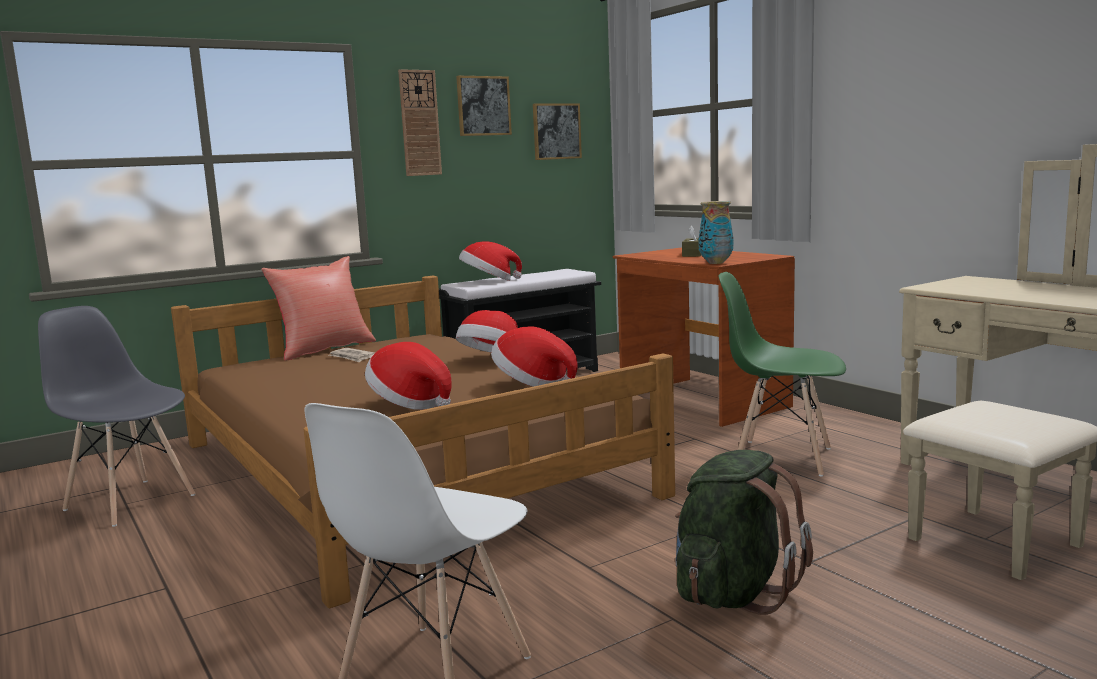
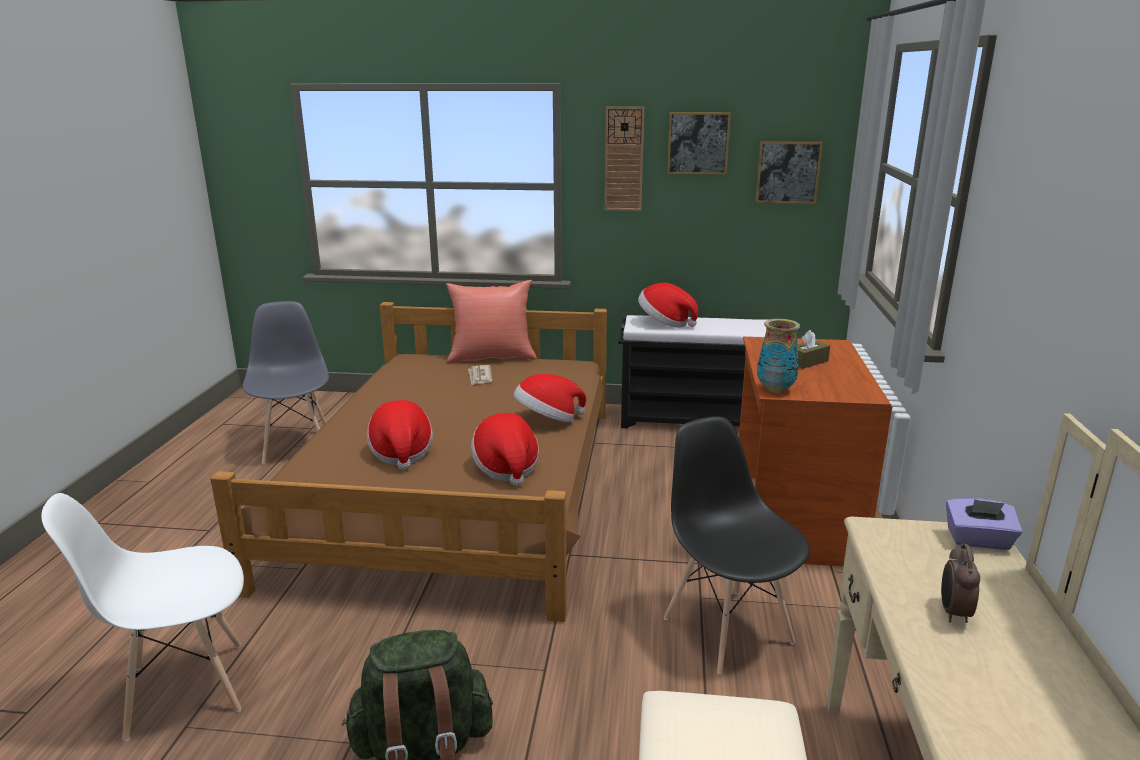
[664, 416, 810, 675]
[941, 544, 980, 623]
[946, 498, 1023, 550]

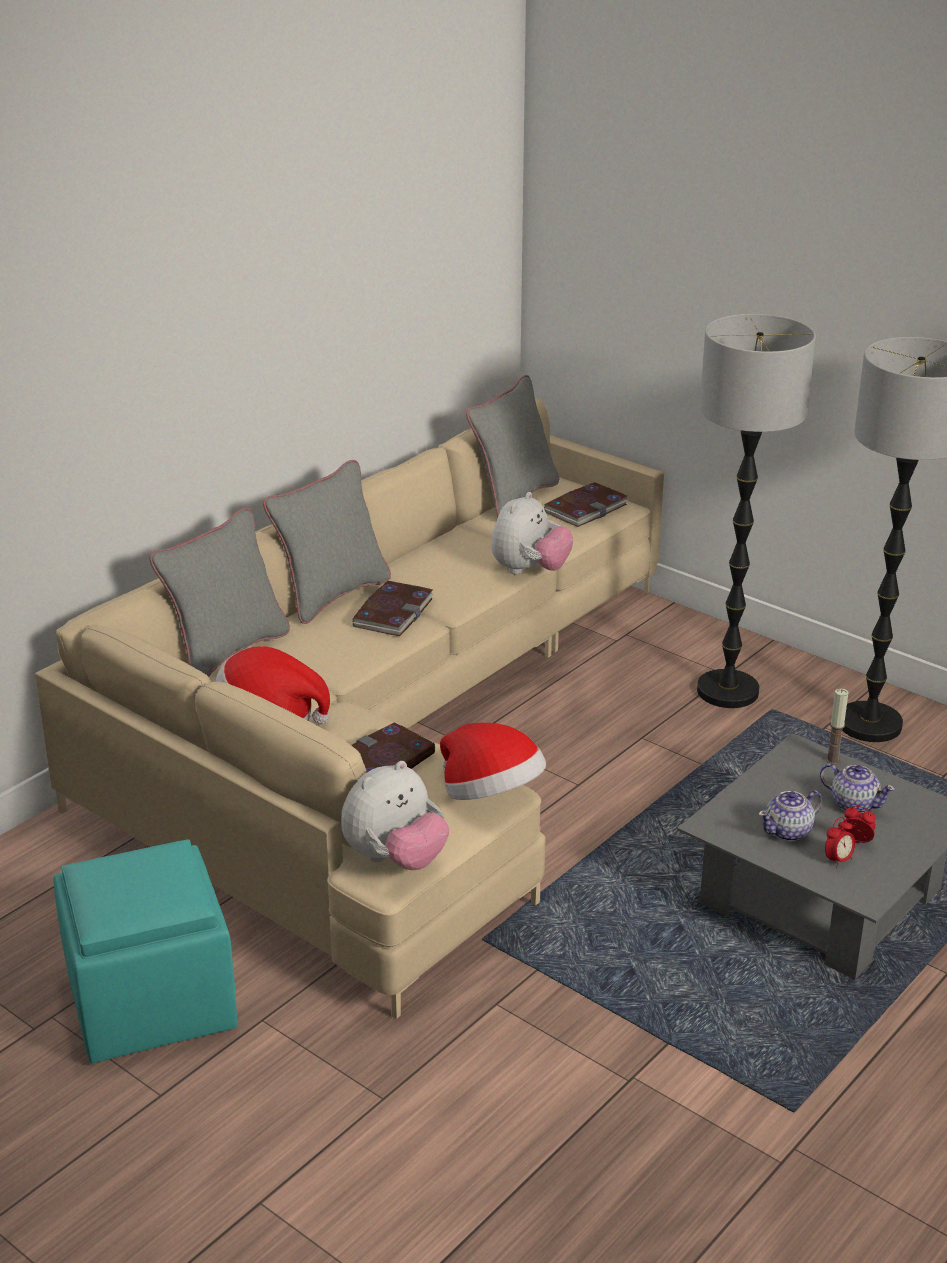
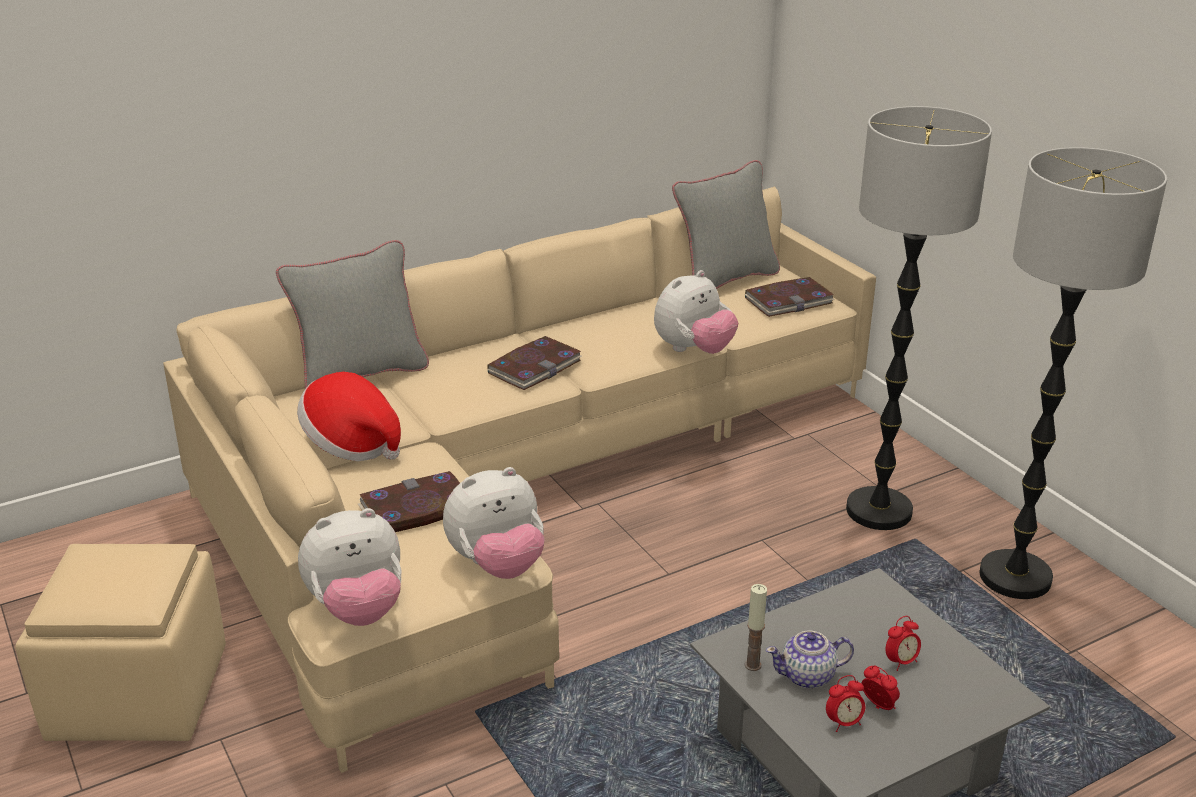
[15, 544, 226, 741]
[263, 460, 391, 624] (first image)
[443, 467, 545, 579]
[886, 616, 921, 671]
[745, 584, 767, 671]

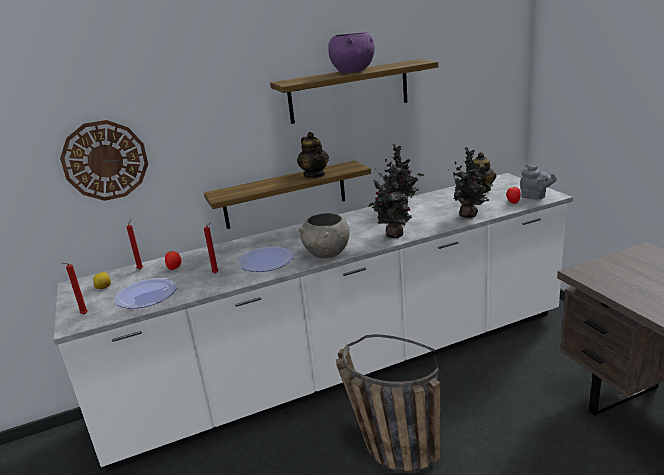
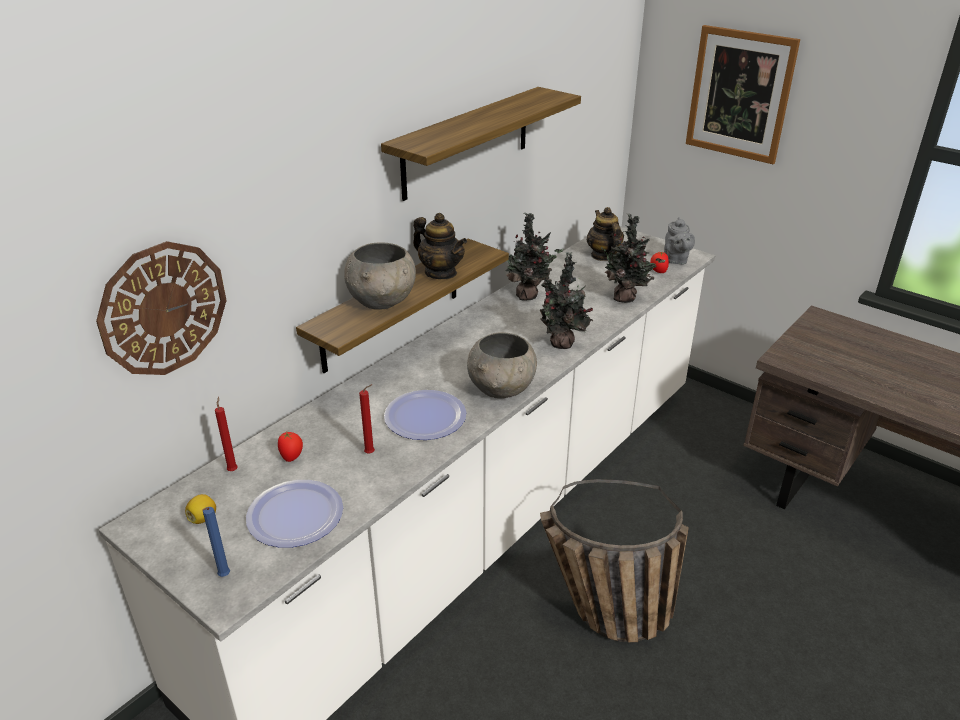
[202, 507, 230, 577]
[329, 32, 375, 73] (first image)
[664, 217, 695, 265]
[344, 243, 416, 310]
[686, 25, 800, 164]

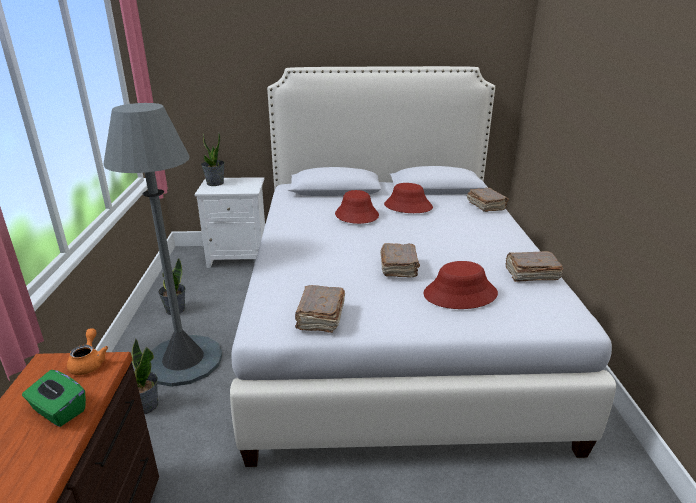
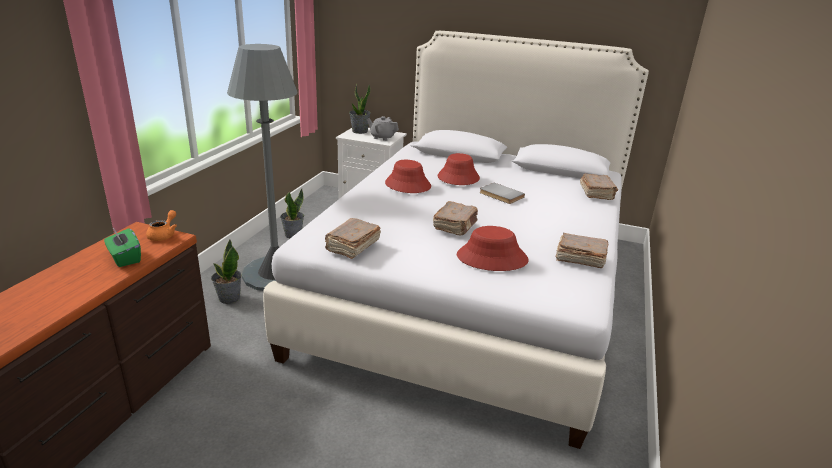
[385, 160, 431, 193]
[367, 116, 399, 141]
[479, 183, 525, 204]

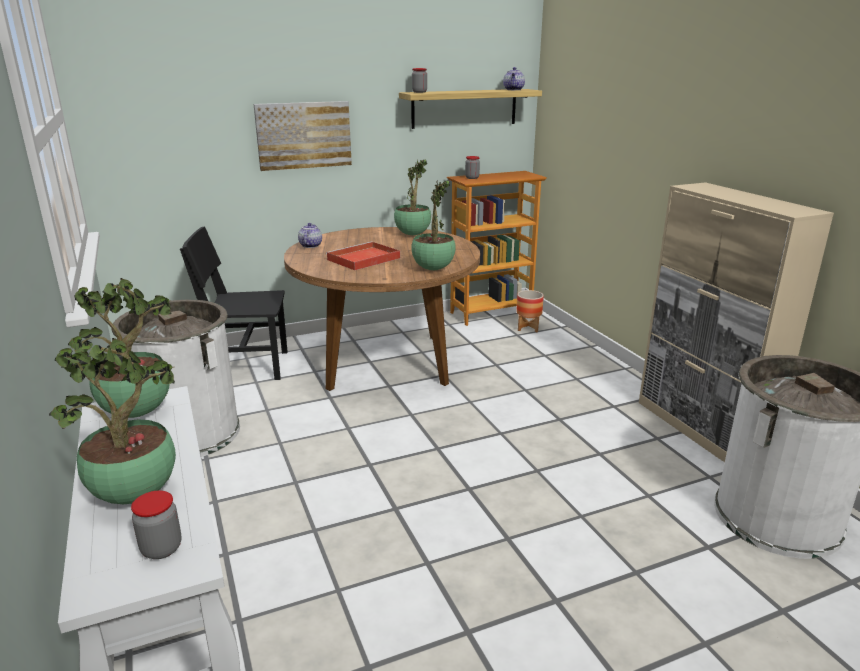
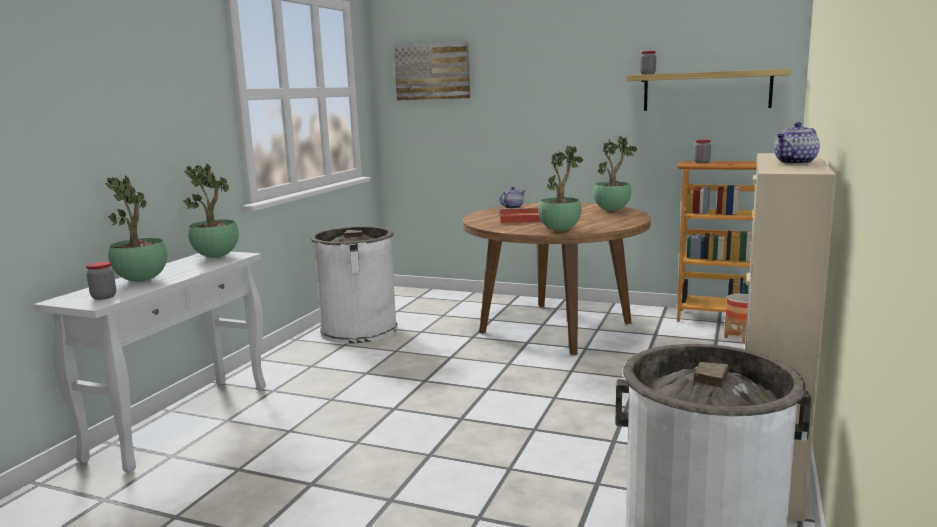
[180, 226, 288, 380] (first image)
[394, 42, 470, 100]
[775, 122, 820, 164]

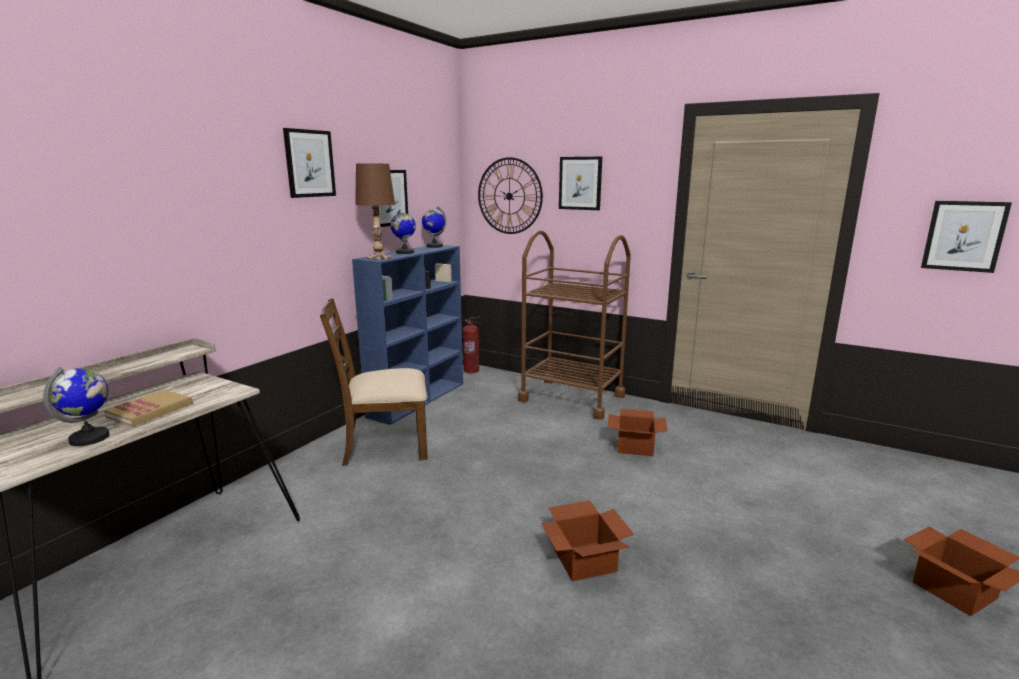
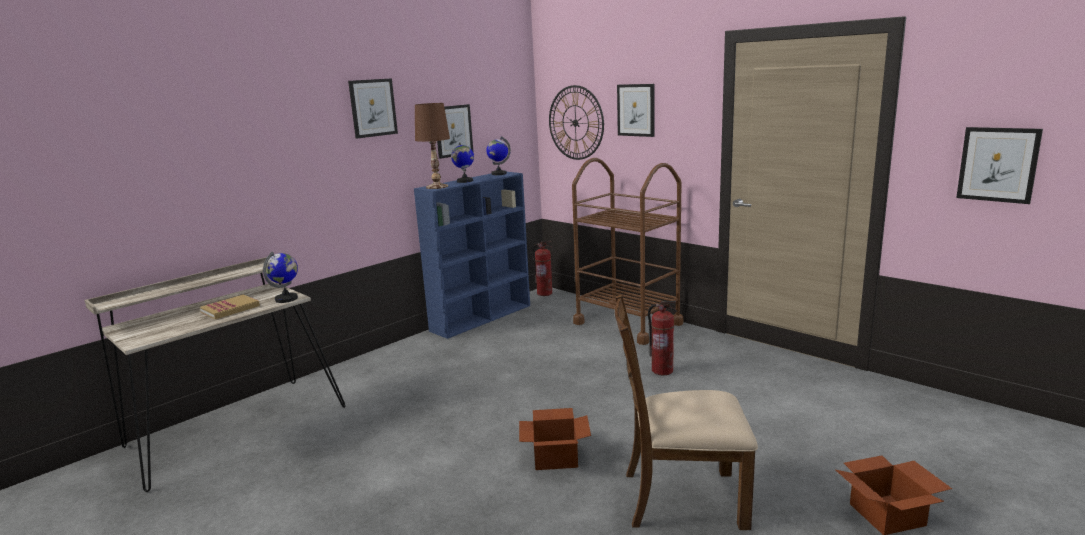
[263, 252, 298, 303]
[615, 294, 758, 530]
[648, 301, 677, 375]

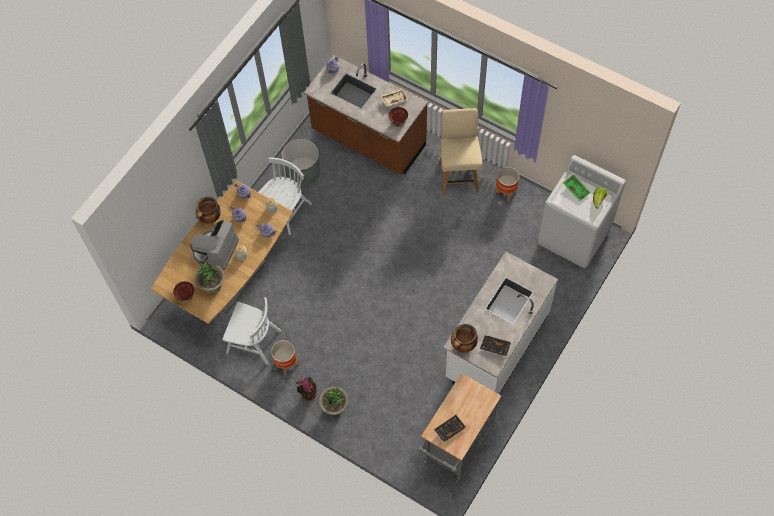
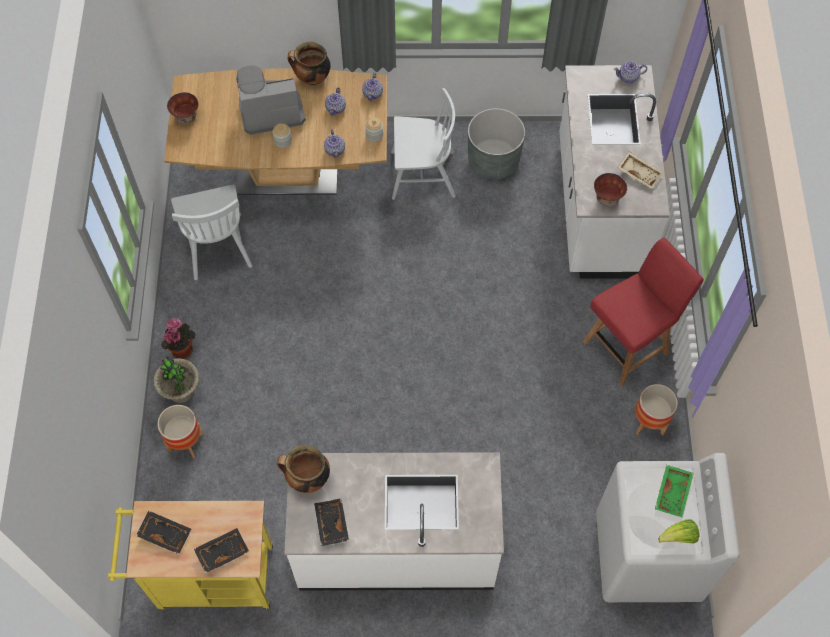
[195, 261, 225, 294] (first image)
[157, 405, 203, 458]
[559, 65, 670, 279]
[107, 501, 273, 609]
[583, 237, 704, 386]
[194, 528, 249, 573]

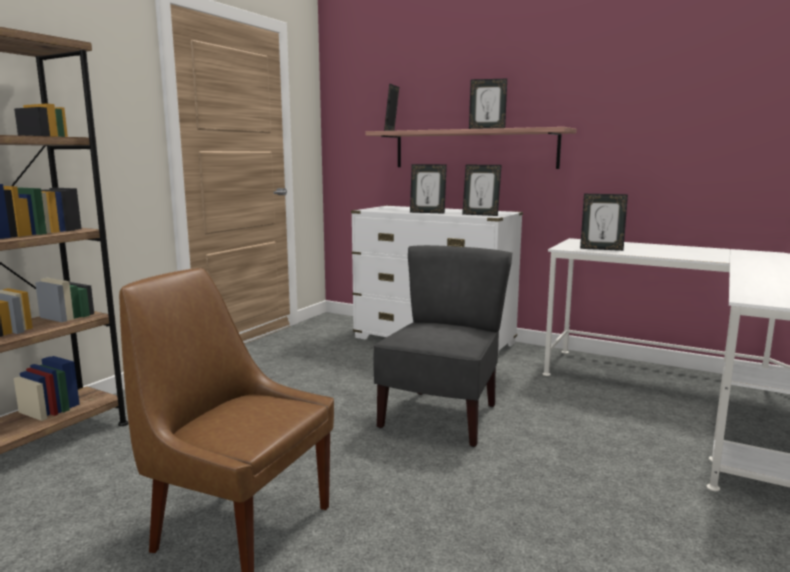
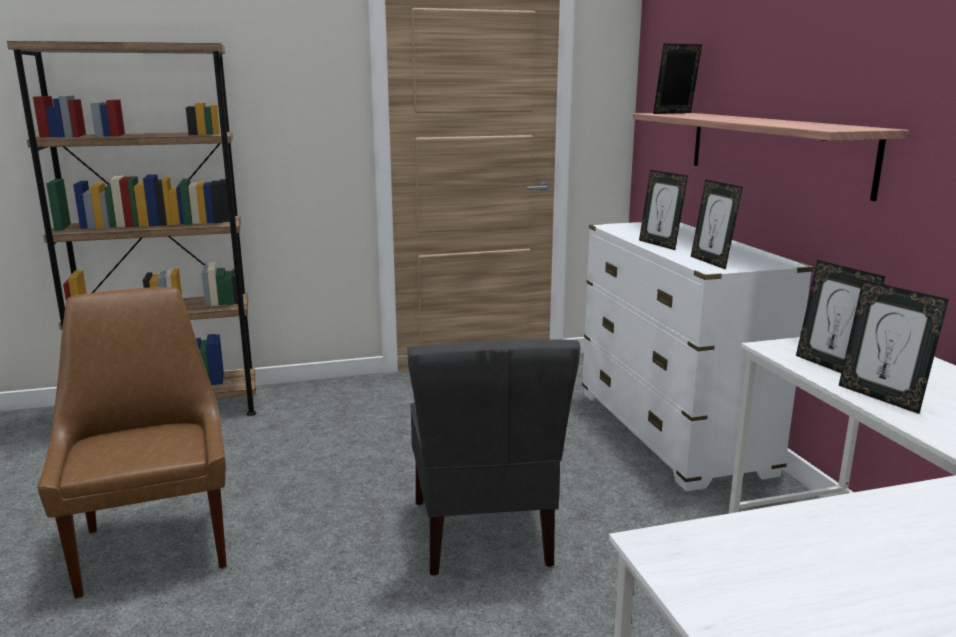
[407, 339, 580, 576]
[838, 280, 949, 414]

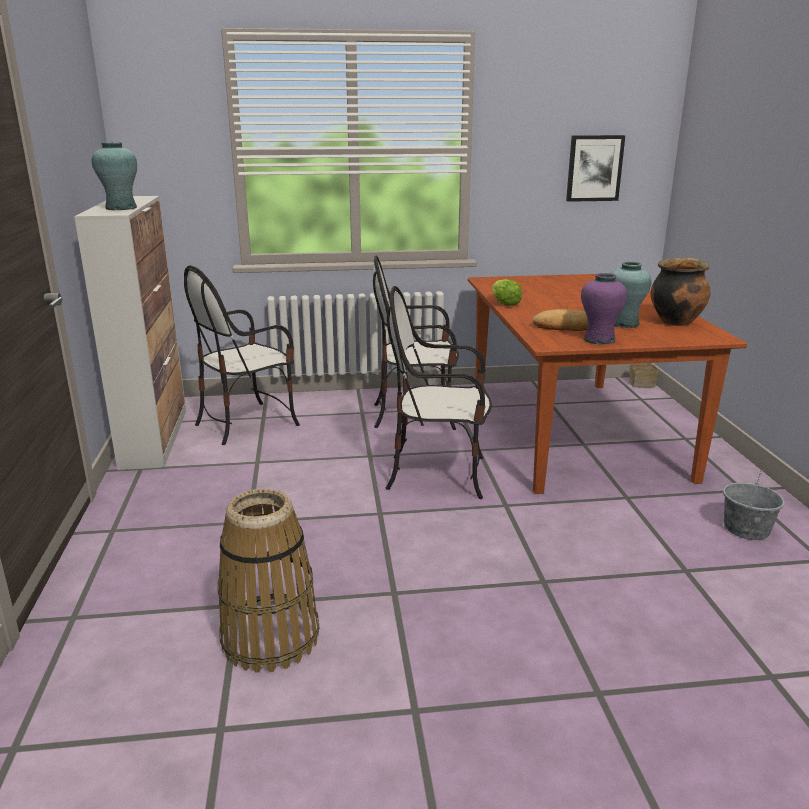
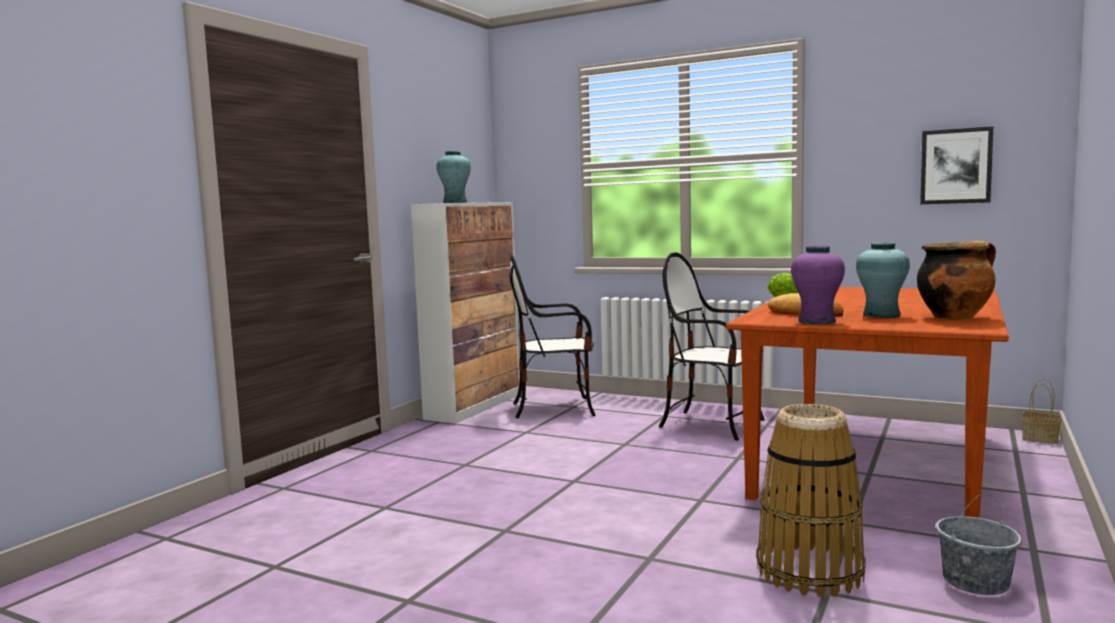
[756, 404, 865, 597]
[385, 286, 492, 499] (first image)

